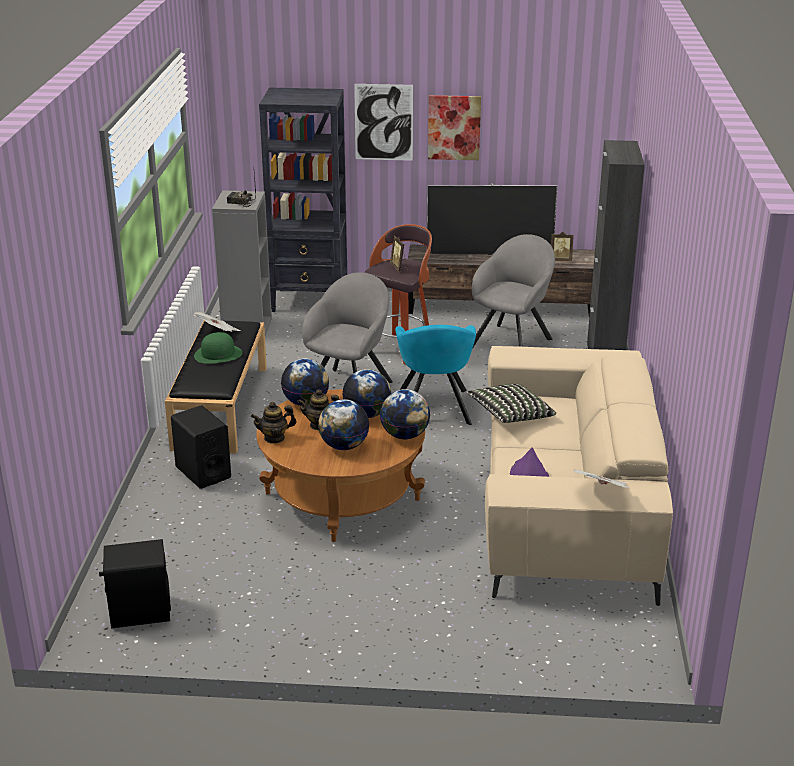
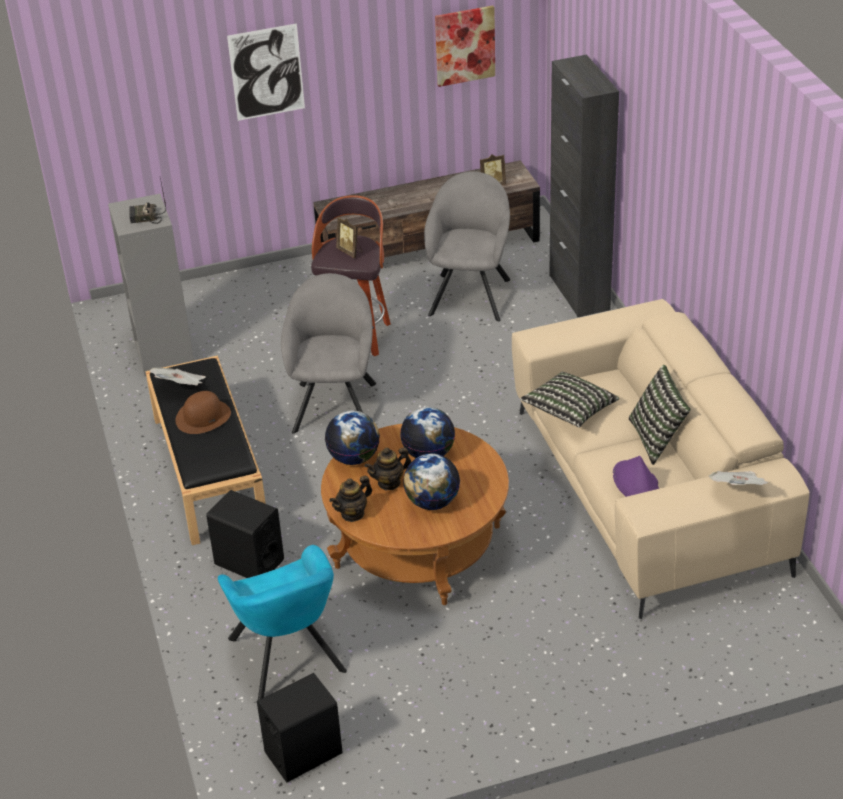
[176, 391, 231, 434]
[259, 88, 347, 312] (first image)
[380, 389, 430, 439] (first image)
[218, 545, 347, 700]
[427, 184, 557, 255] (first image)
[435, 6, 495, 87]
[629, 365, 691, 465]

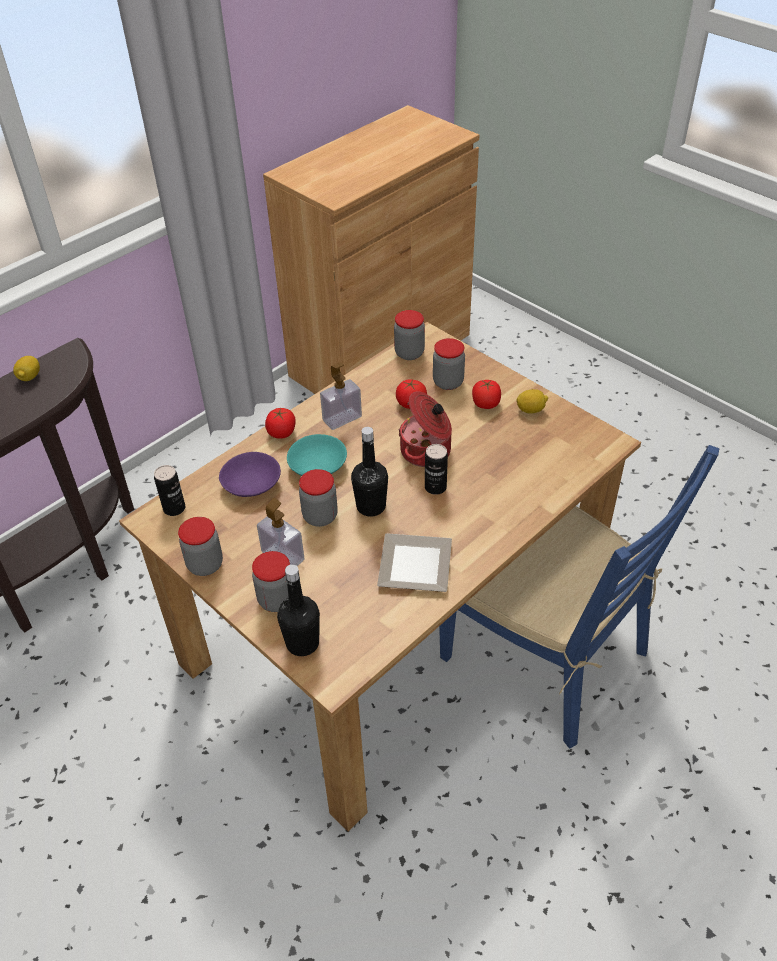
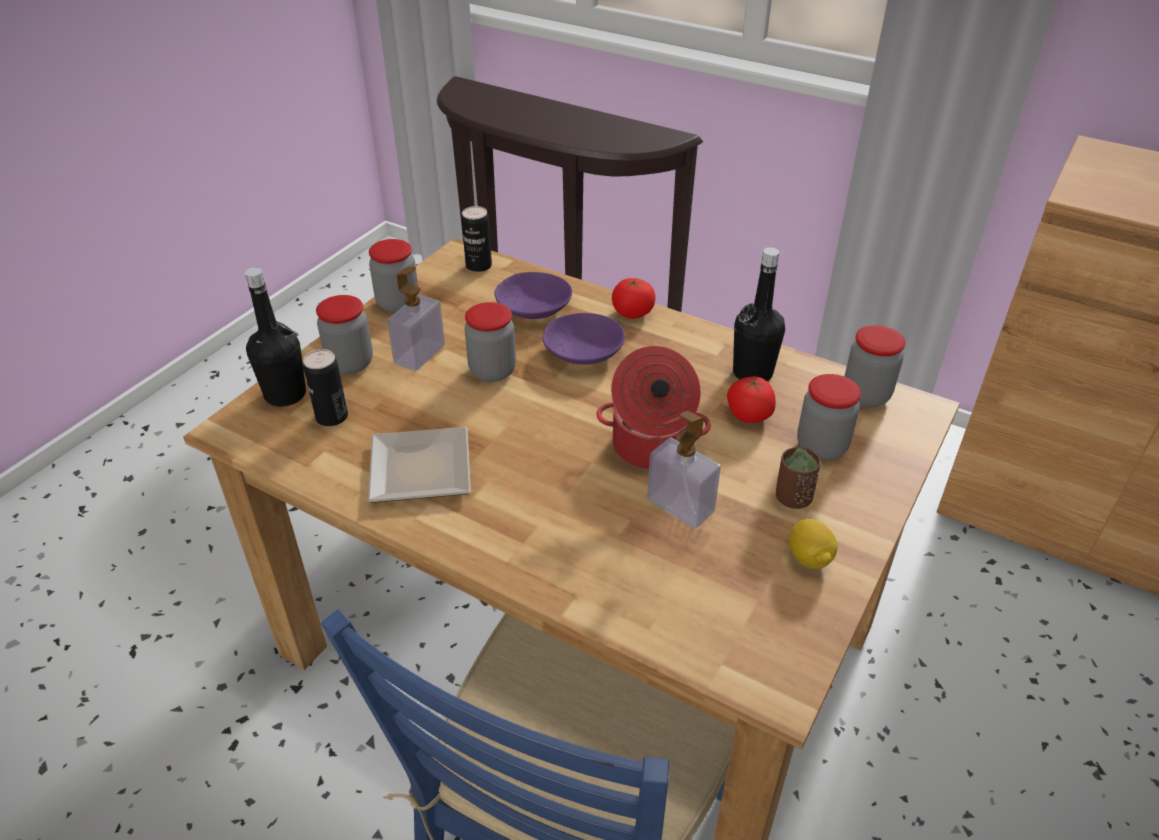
[13, 356, 40, 381] (first image)
[543, 313, 625, 365]
[647, 411, 721, 528]
[733, 247, 785, 381]
[303, 349, 348, 426]
[776, 447, 821, 509]

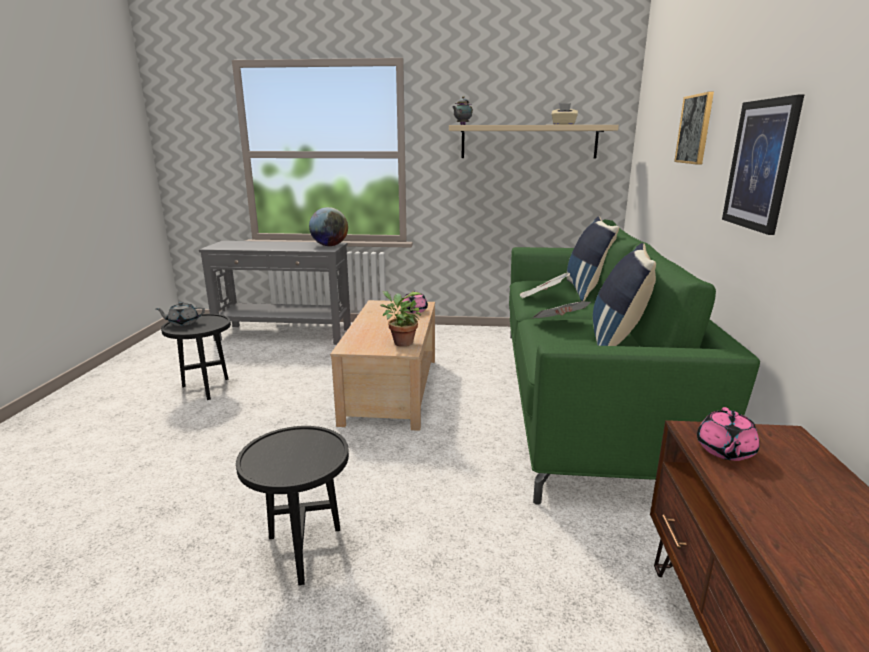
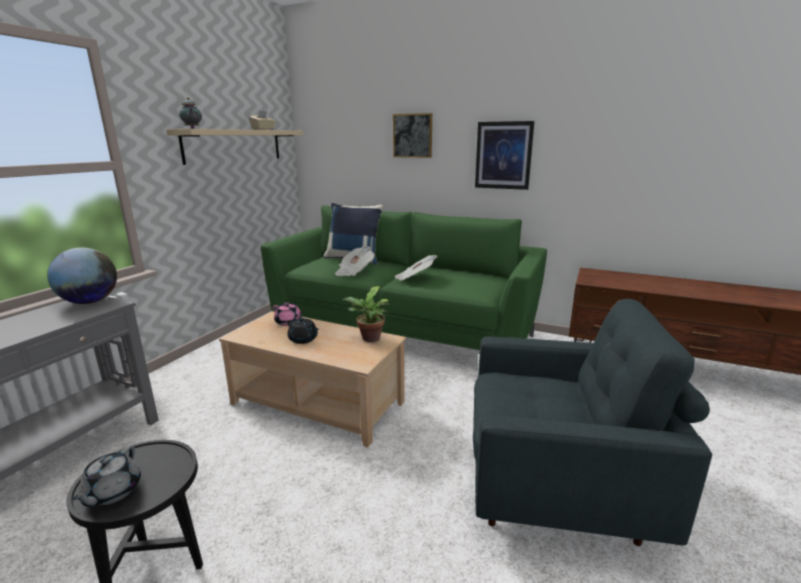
[473, 299, 712, 546]
[593, 243, 656, 346] (first image)
[697, 407, 760, 461] (first image)
[287, 318, 319, 344]

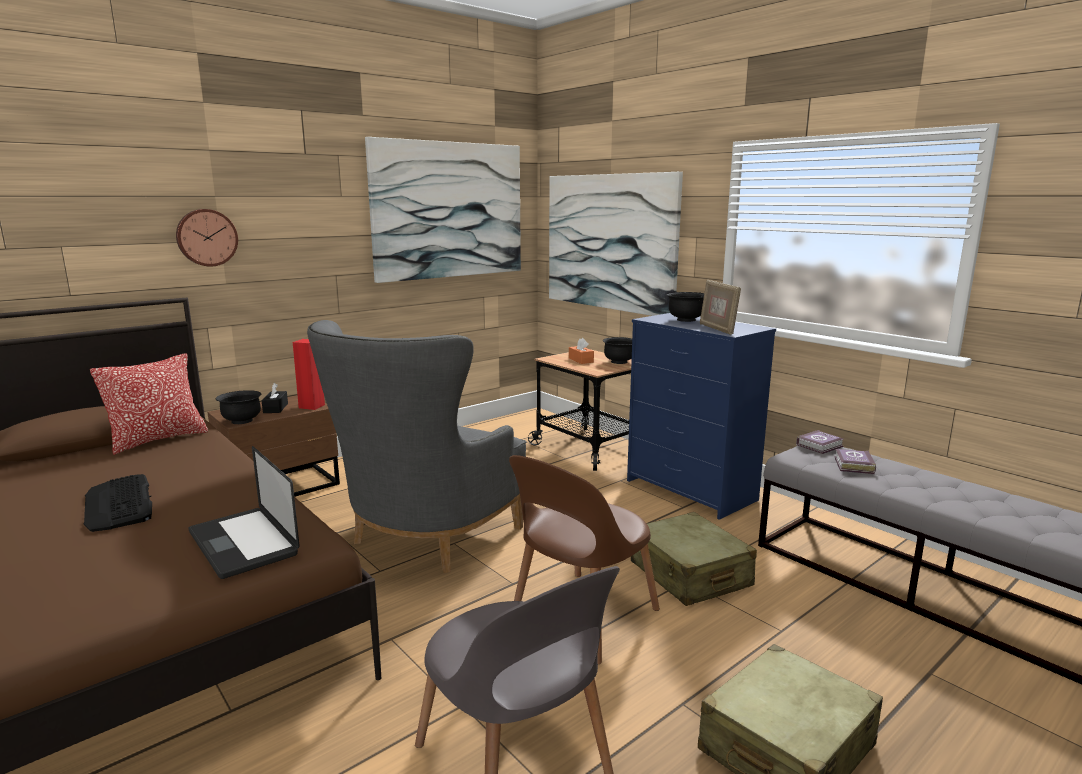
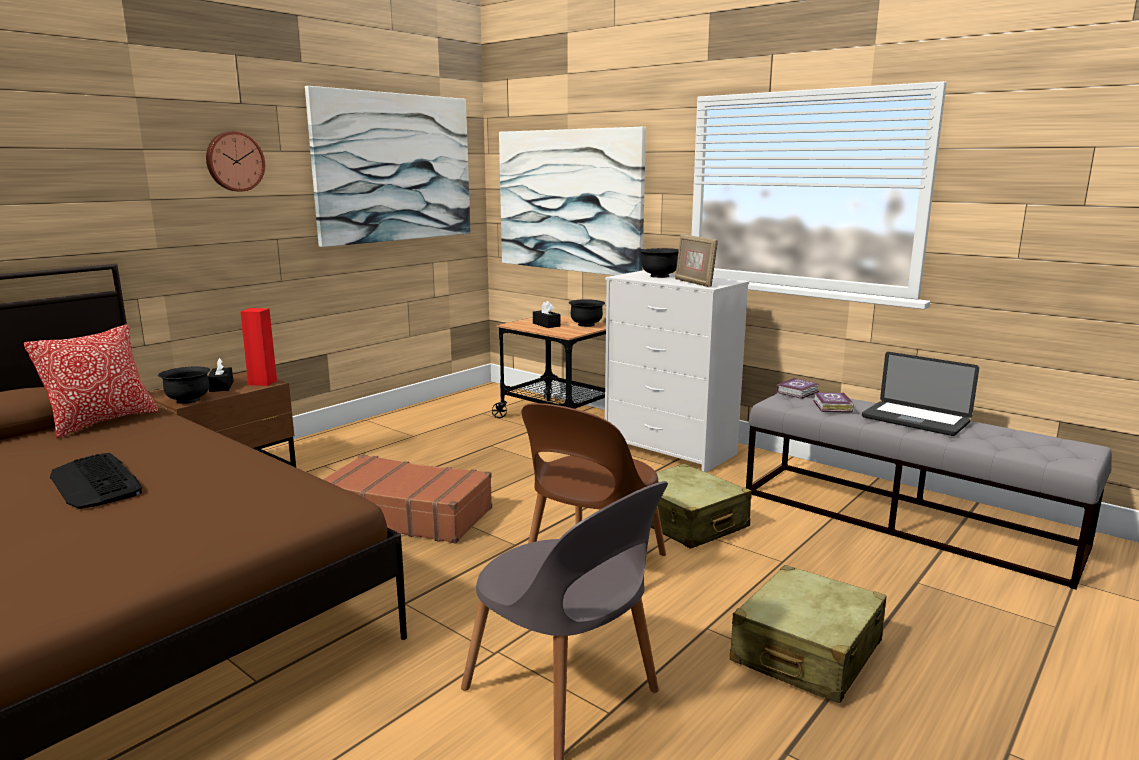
[206, 131, 265, 192]
[862, 352, 979, 436]
[323, 454, 492, 544]
[533, 301, 560, 328]
[605, 270, 749, 472]

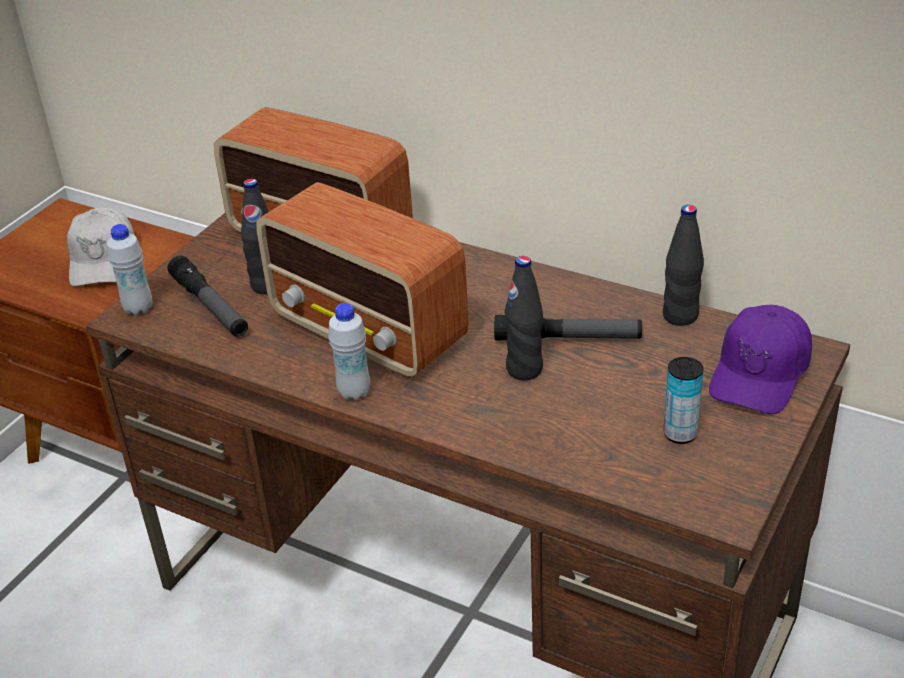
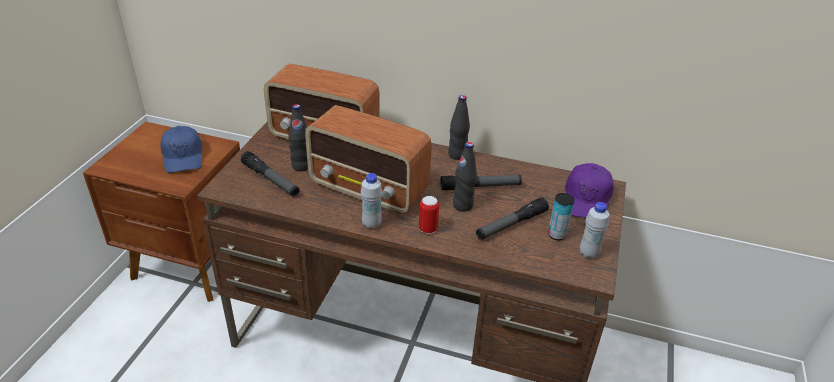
[160, 126, 202, 173]
[580, 202, 609, 259]
[448, 95, 470, 160]
[419, 196, 439, 234]
[476, 197, 549, 240]

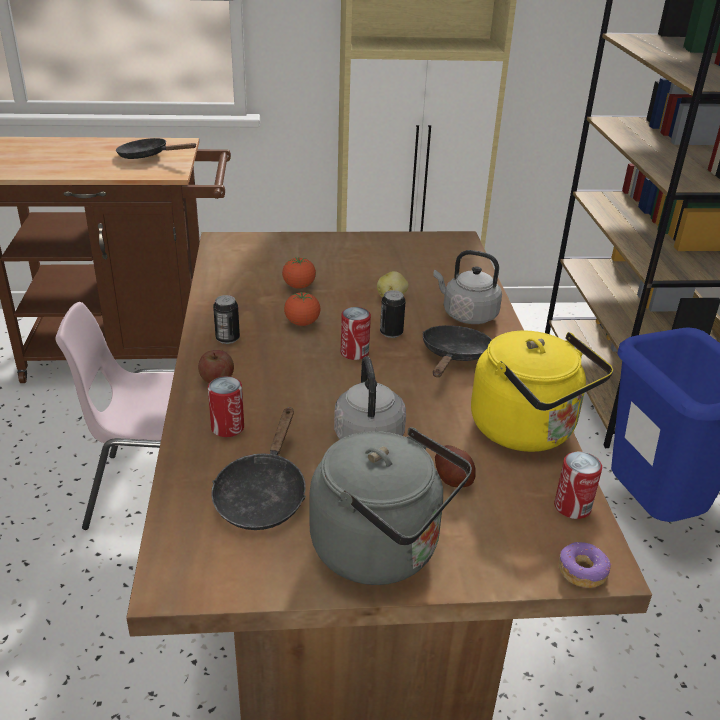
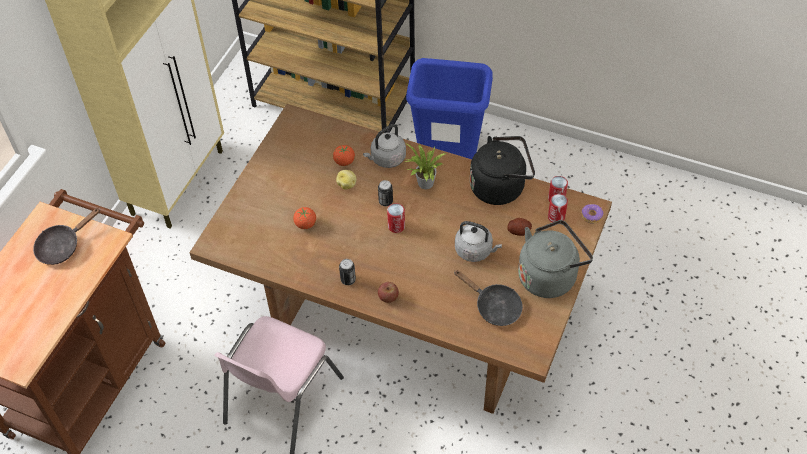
[548, 194, 568, 223]
[333, 145, 355, 166]
[405, 144, 447, 189]
[470, 136, 535, 205]

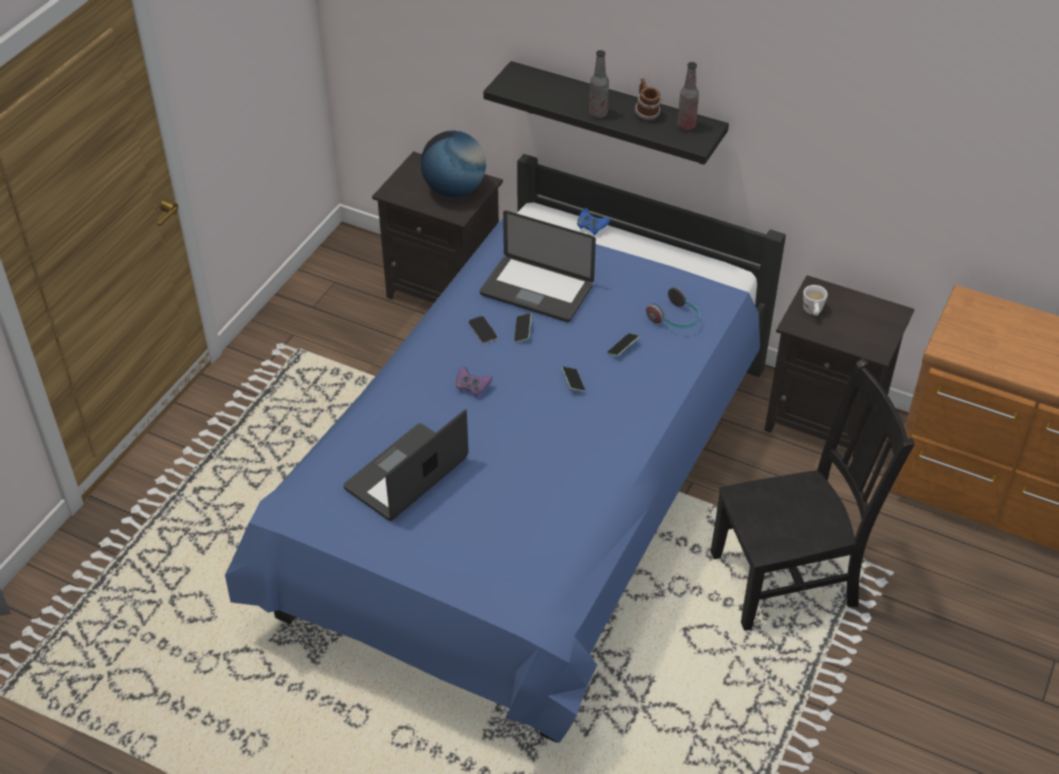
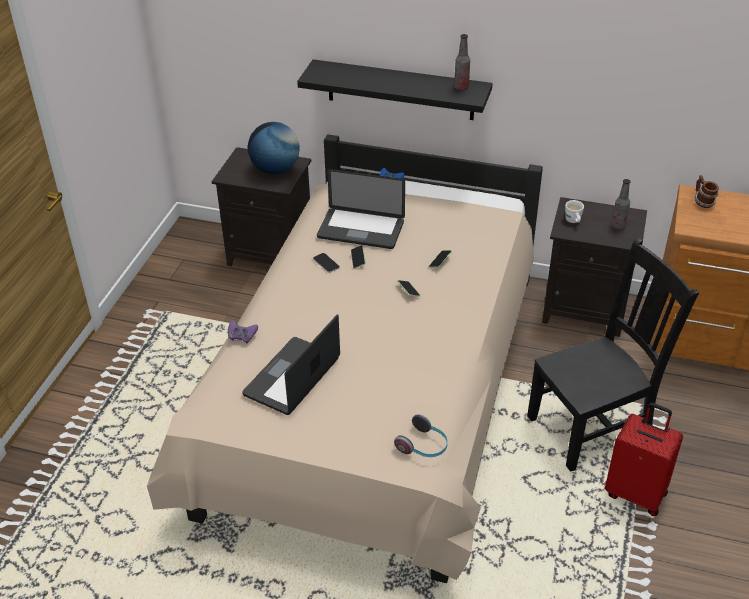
[147, 134, 543, 583]
[228, 320, 258, 344]
[611, 179, 630, 230]
[694, 175, 719, 208]
[394, 414, 448, 457]
[605, 403, 683, 516]

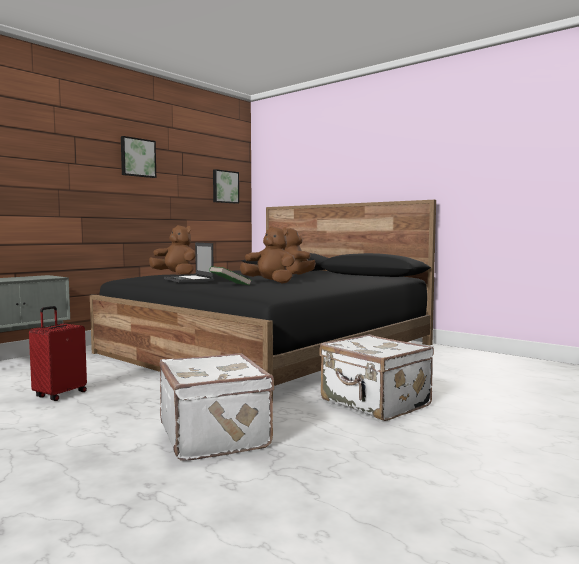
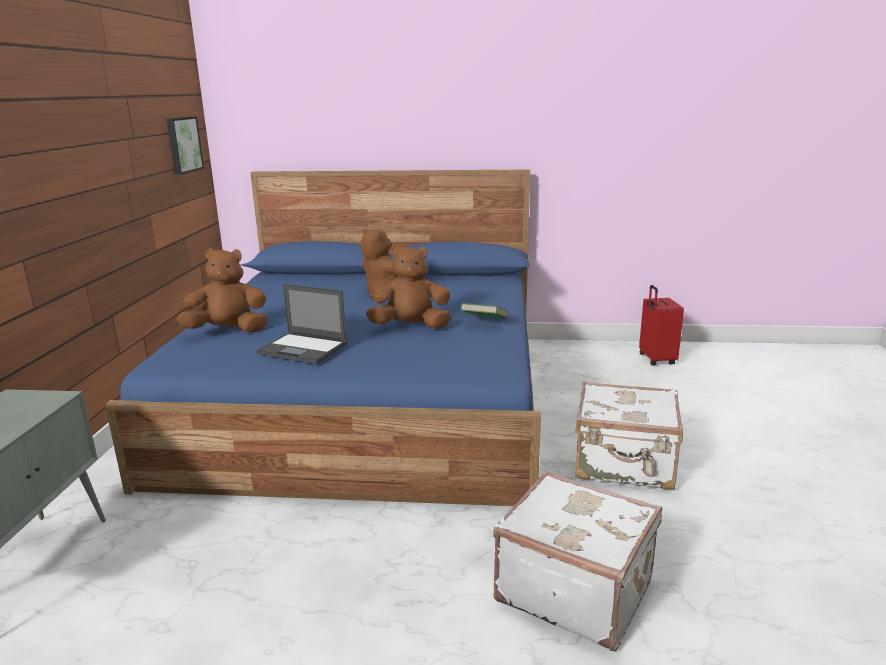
[639, 285, 684, 366]
[105, 169, 541, 506]
[121, 136, 156, 178] (first image)
[461, 303, 509, 318]

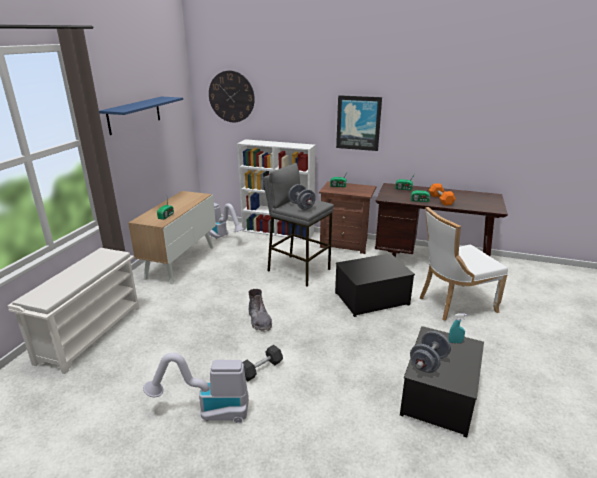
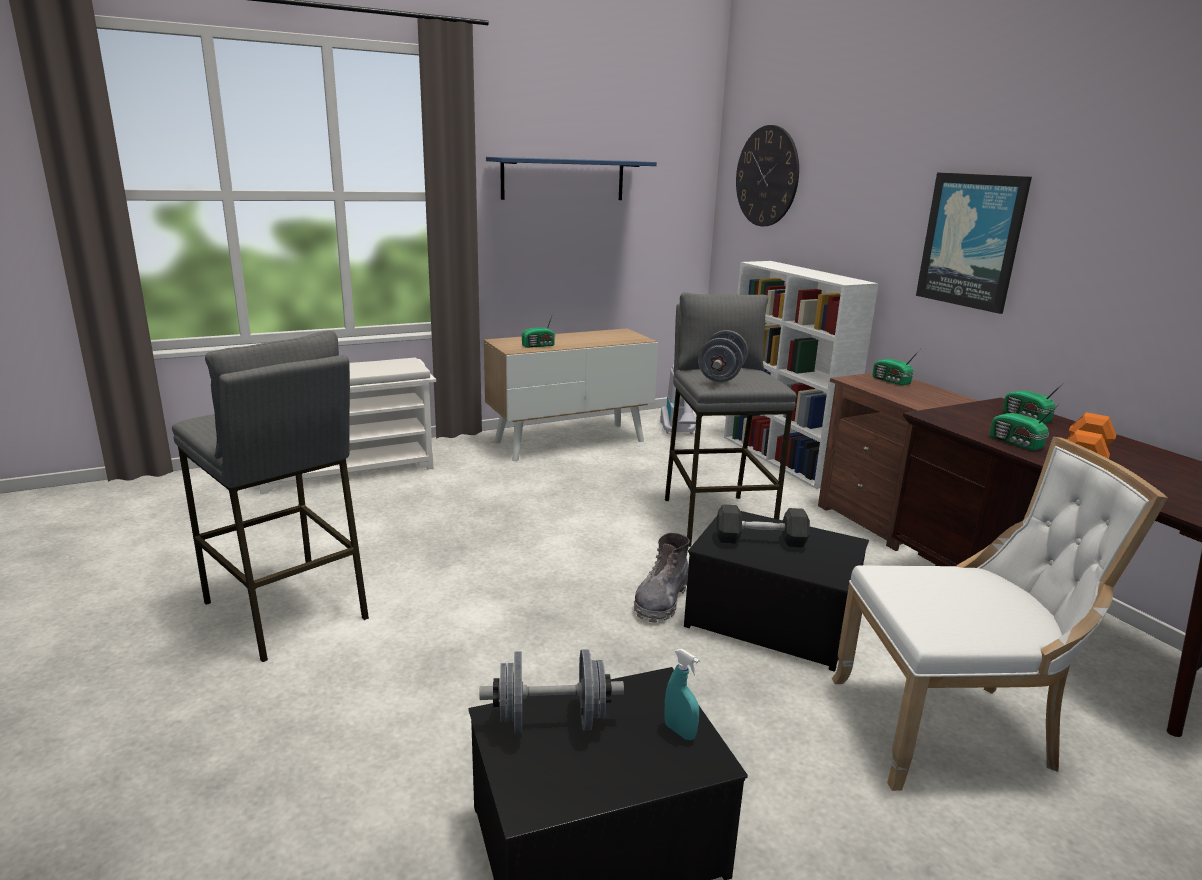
[172, 331, 369, 662]
[716, 504, 810, 548]
[634, 533, 690, 623]
[832, 437, 1168, 791]

